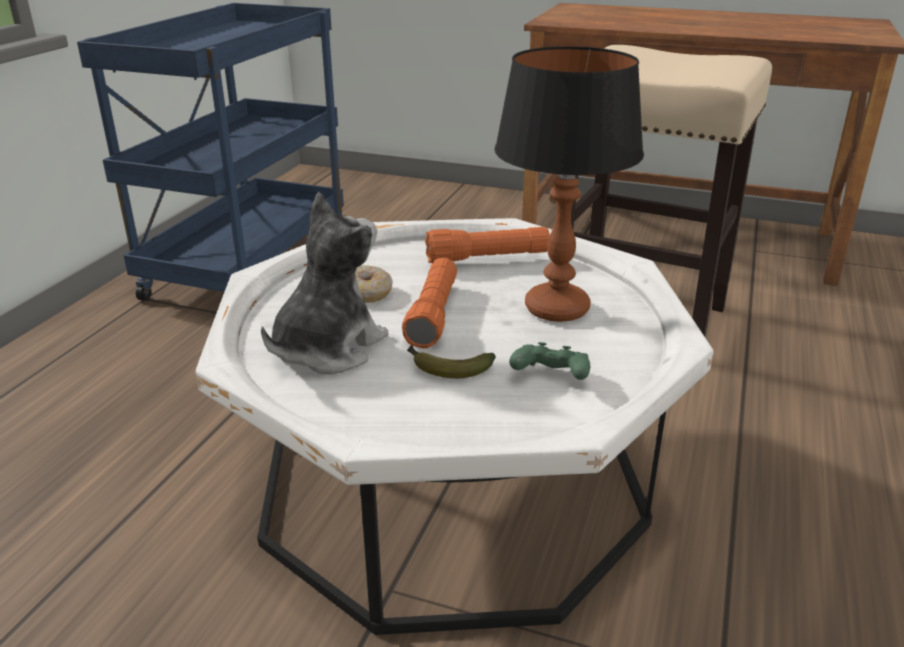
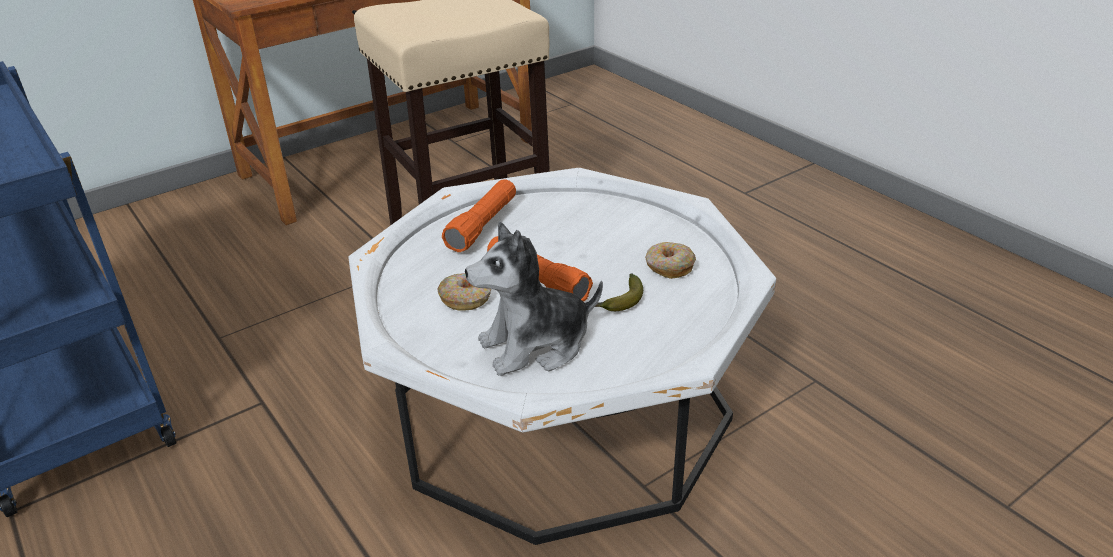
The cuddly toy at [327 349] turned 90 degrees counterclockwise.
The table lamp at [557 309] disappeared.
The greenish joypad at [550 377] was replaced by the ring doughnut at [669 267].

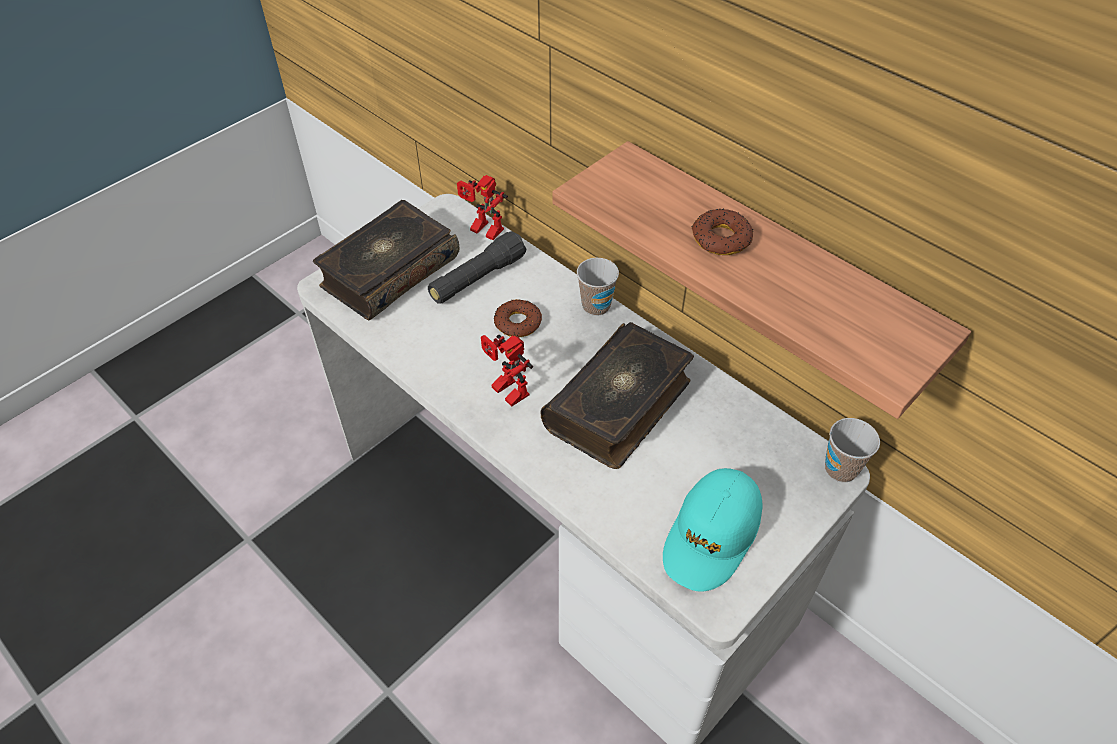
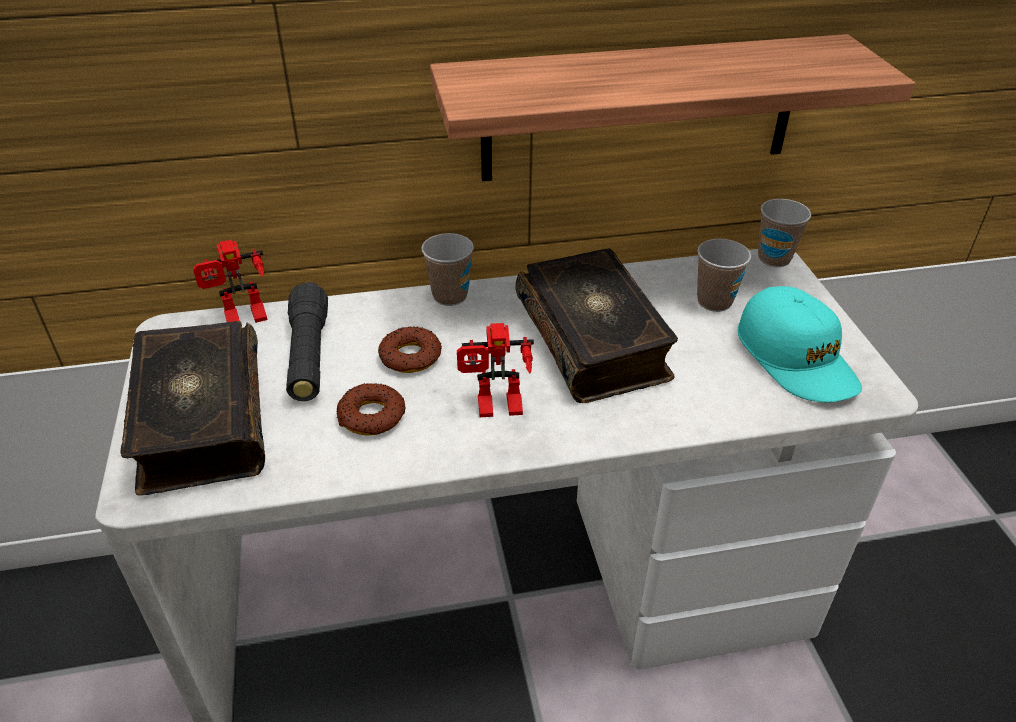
The ring doughnut moved from [720 239] to [371 416].
The drinking cup at [714 301] appeared.

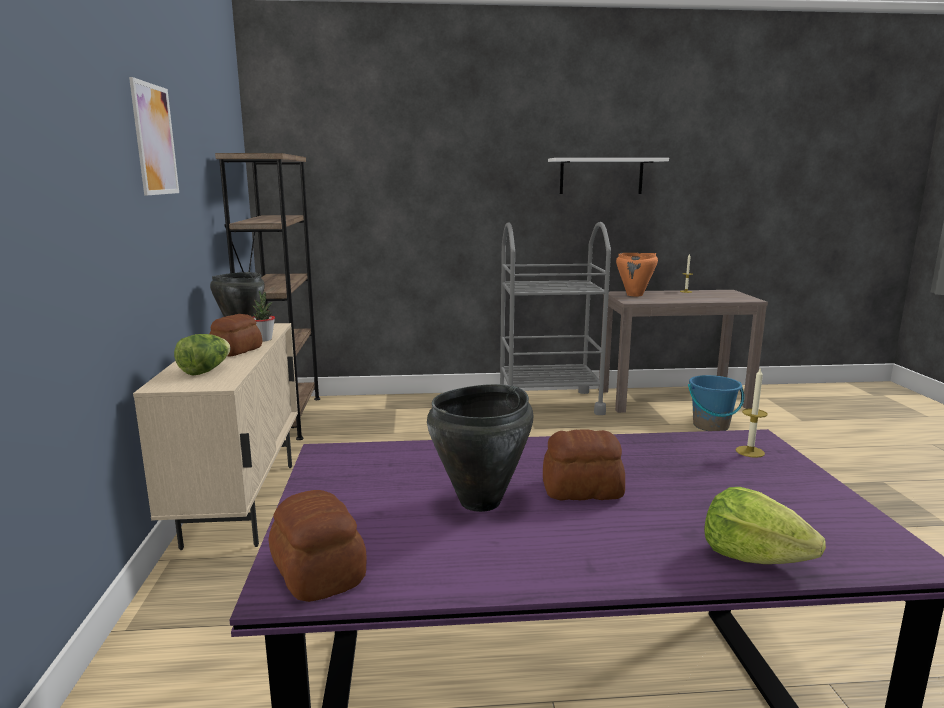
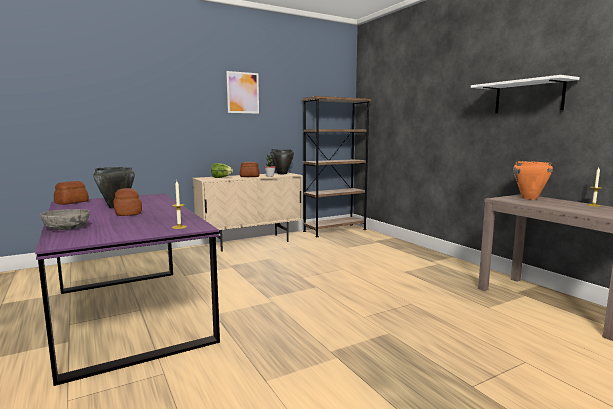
The greyish trolley at [548 403] disappeared.
The bluish water bucket at [711 426] disappeared.
The lettuce head at [752 557] was replaced by the greyish serving bowl at [67 228].

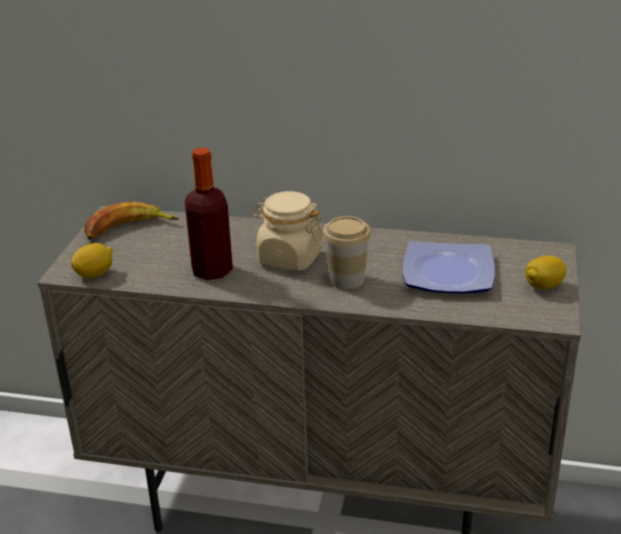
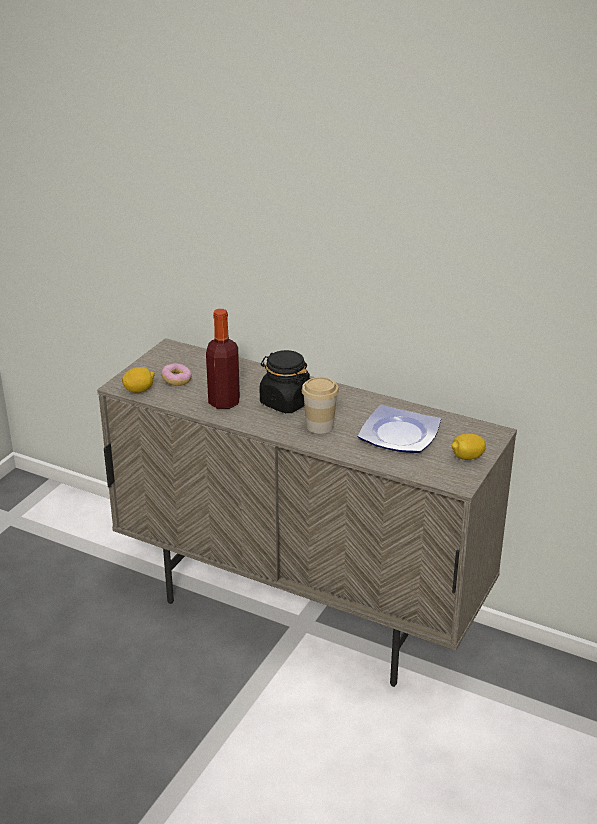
The whole banana at [128 229] disappeared.
The beige storage jar at [289 258] became the blackish storage jar at [285 402].
The ring doughnut at [177 380] appeared.

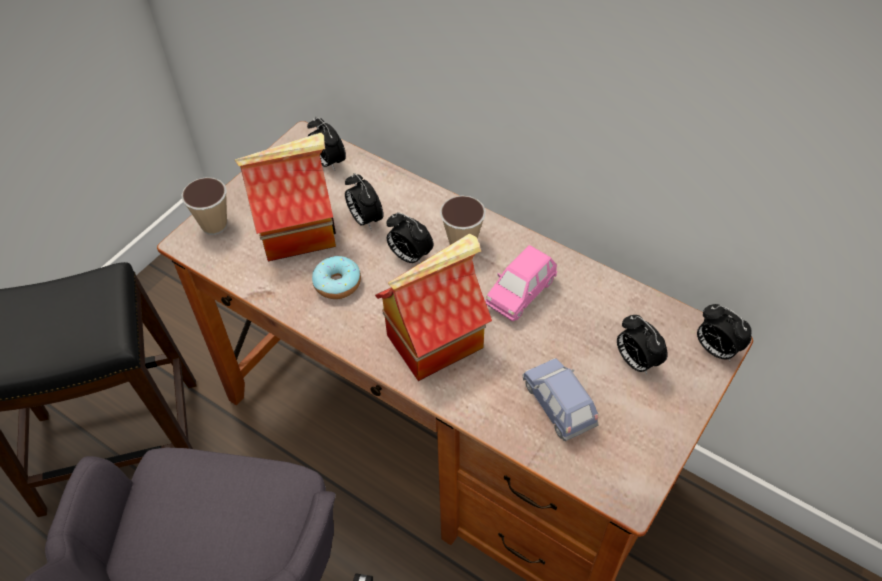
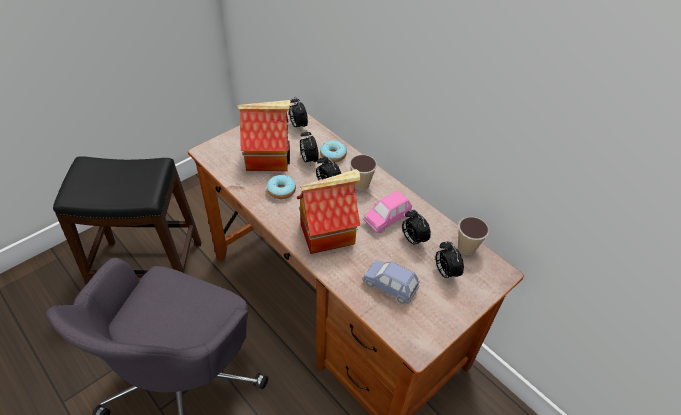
The drinking cup moved from [214 225] to [466 248].
The bluish toy car at [558 405] turned 45 degrees counterclockwise.
The table clock moved from [715 349] to [413 239].
The ring doughnut at [333 155] appeared.

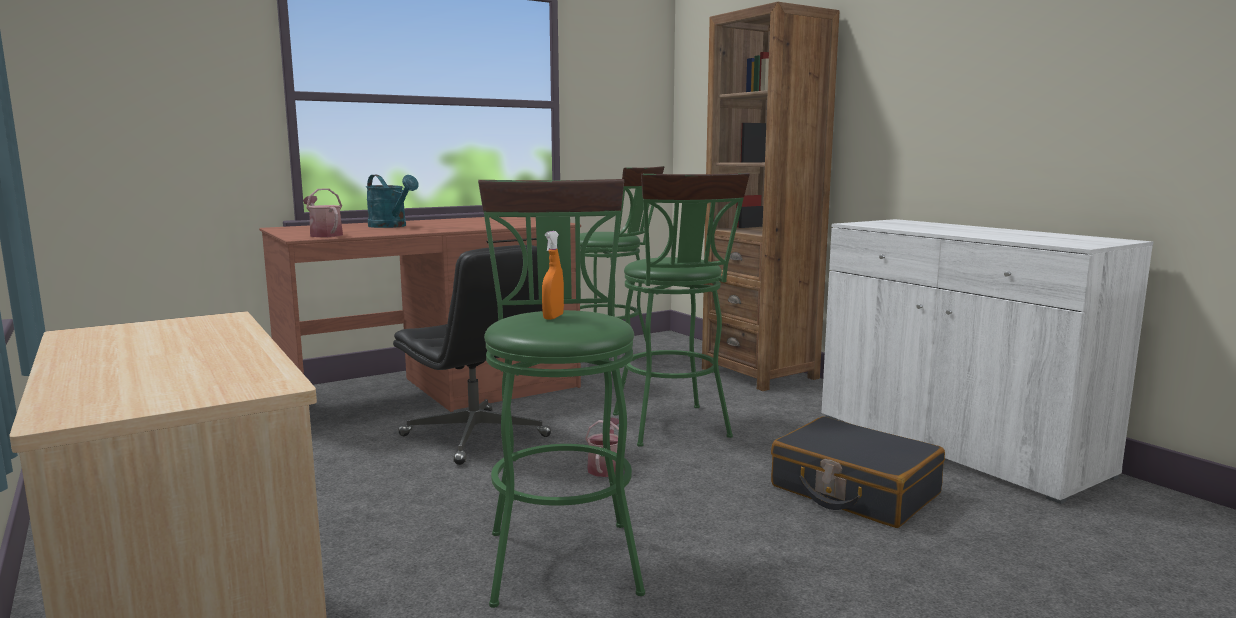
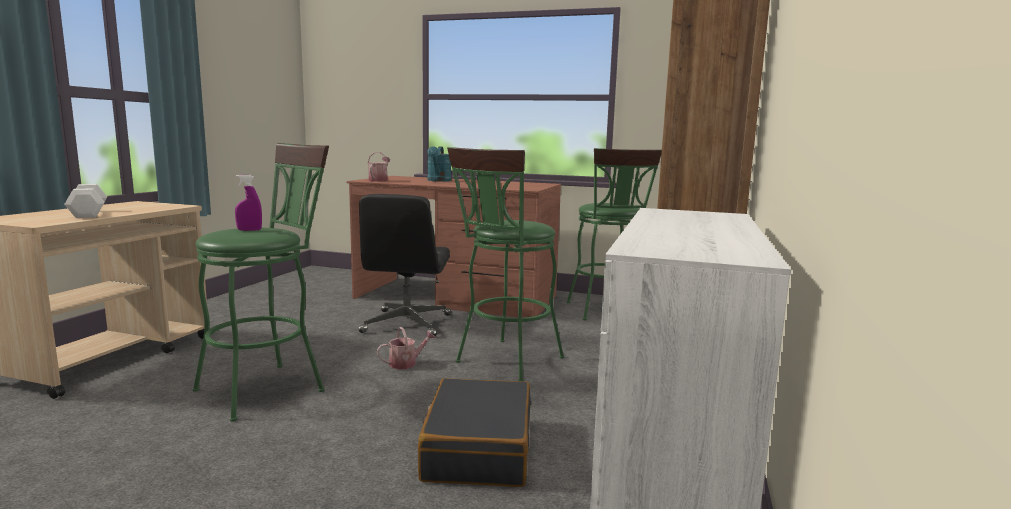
The orangey sprayer at [553 317] became the purple-coloured sprayer at [249 230].
The white free weight at [88 213] appeared.

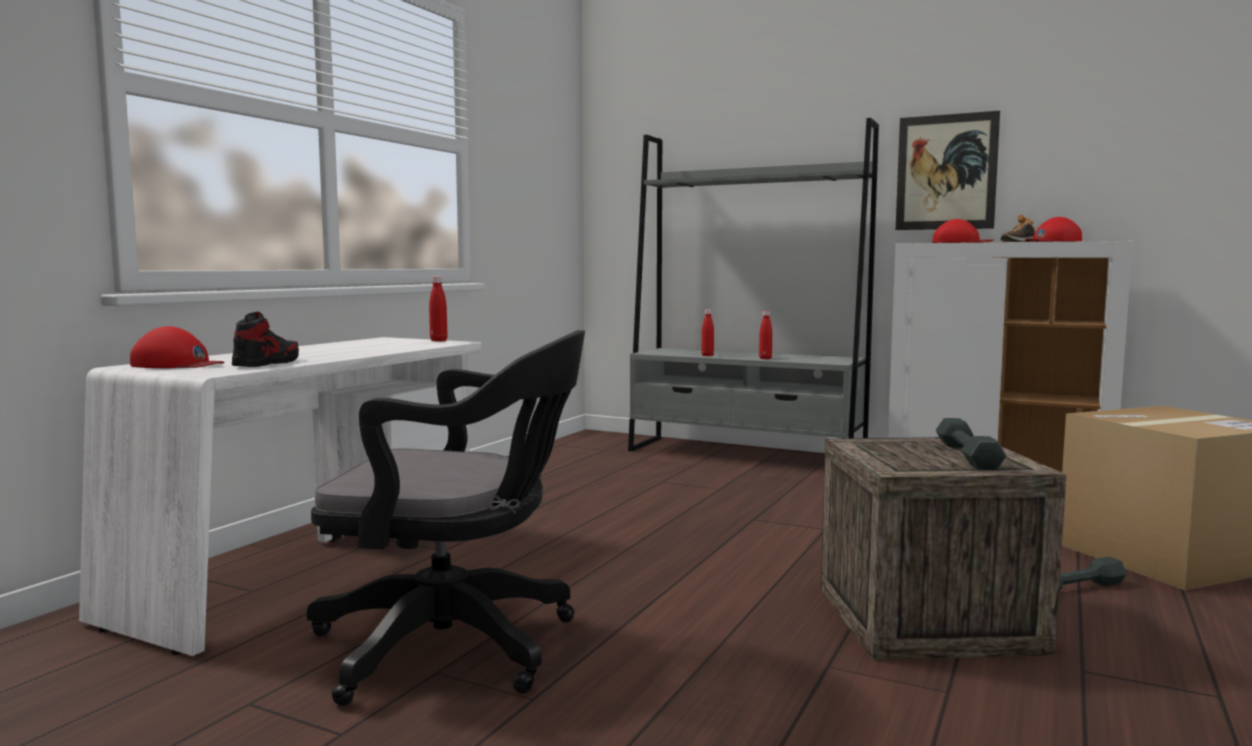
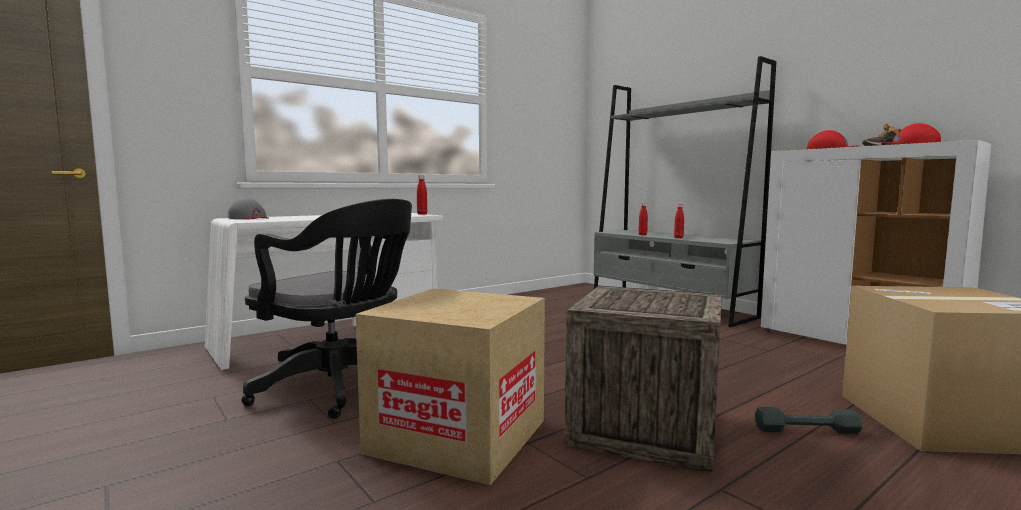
The red-coloured peaked cap at [177 365] became the greyish peaked cap at [249 218].
The shoe at [267 363] disappeared.
The picture at [946 172] disappeared.
The greyish free weight at [967 455] disappeared.
The packing box at [458 436] appeared.

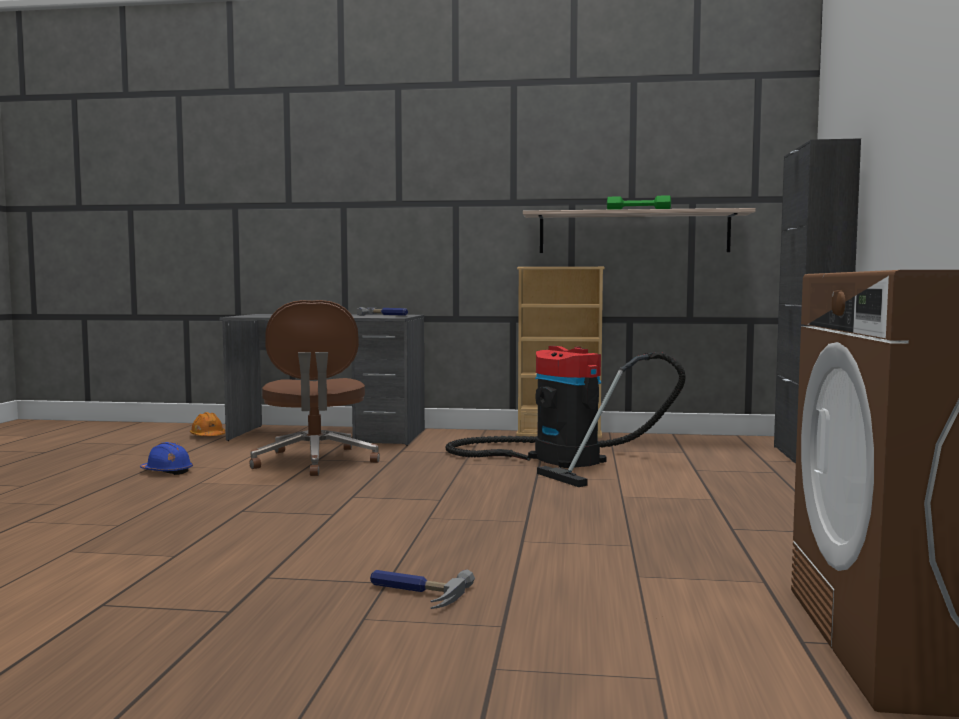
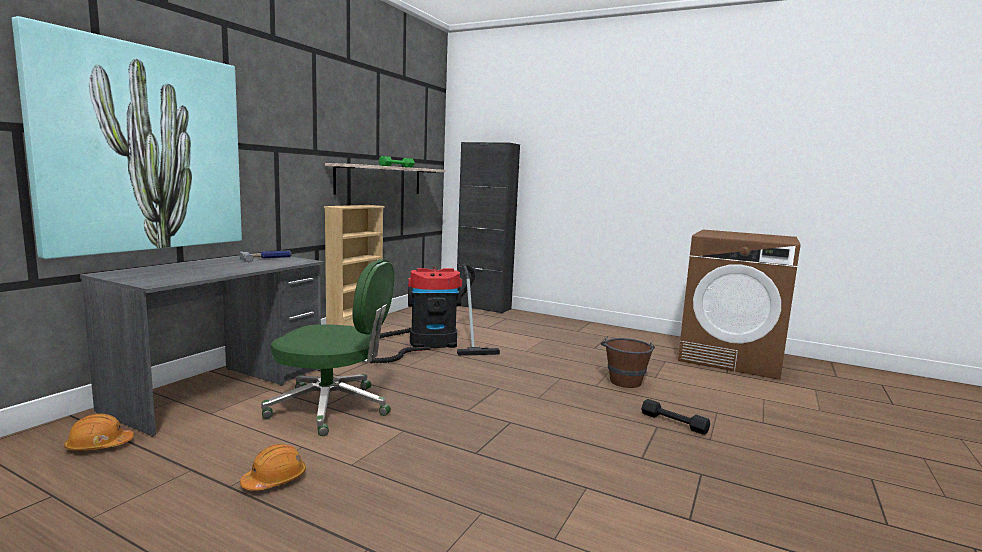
The bluish work helmet at [167 472] became the orangey work helmet at [275 480].
The brownish office chair at [315 462] became the greenish office chair at [332 408].
The hammer at [414 593] was replaced by the blackish free weight at [674 422].
The picture at [144 150] appeared.
The brownish water bucket at [624 379] appeared.

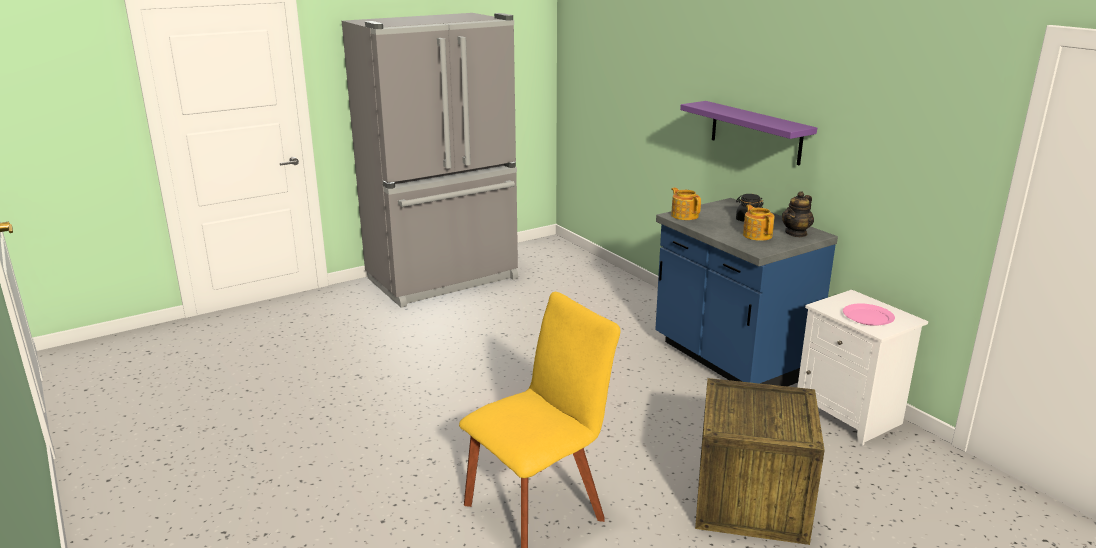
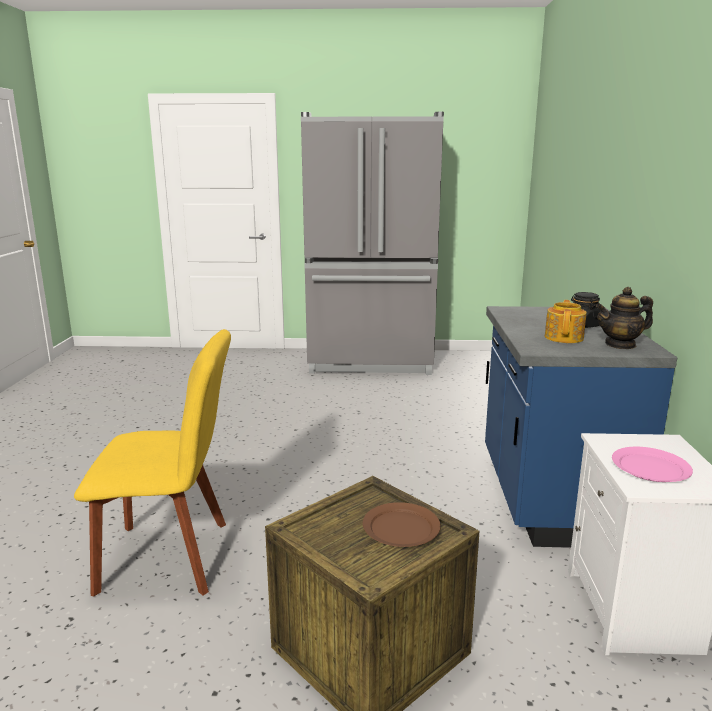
The tea pot at [684 215] disappeared.
The purple-coloured wall shelf at [755 132] disappeared.
The brownish flat dish at [400 528] appeared.

